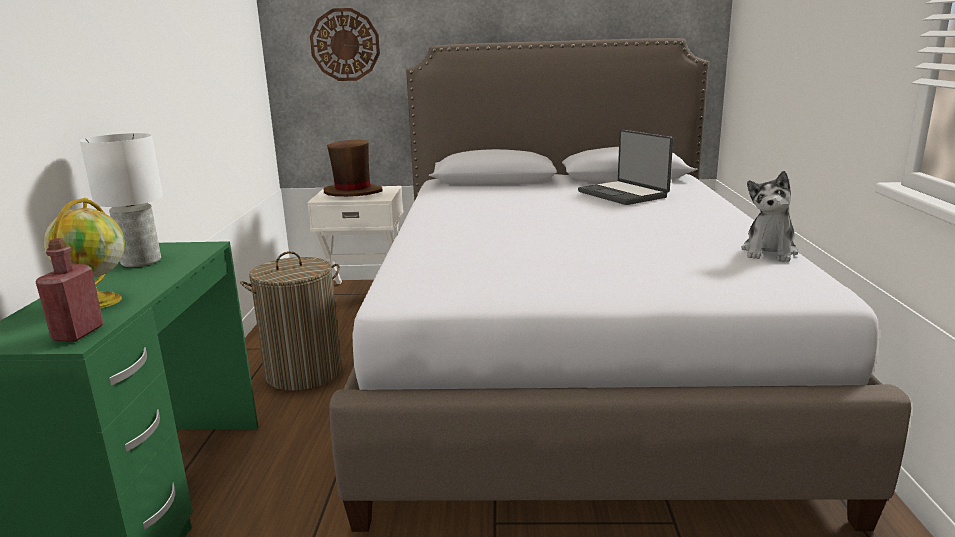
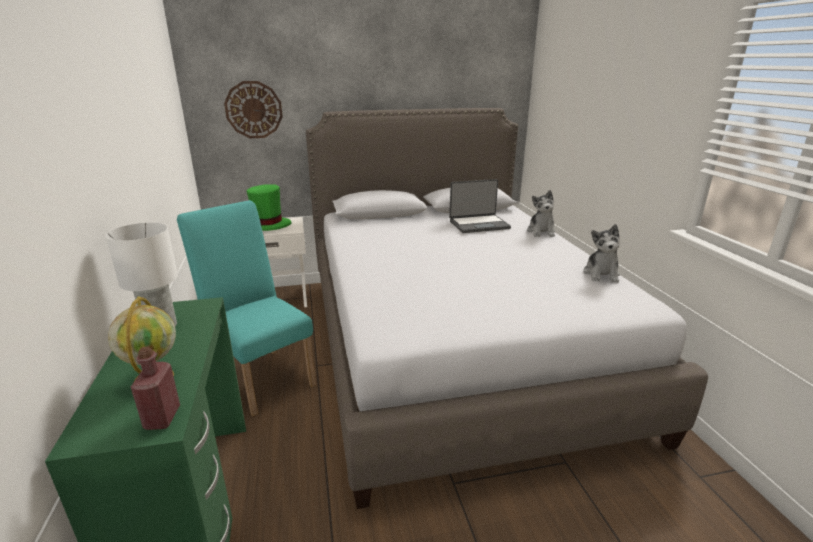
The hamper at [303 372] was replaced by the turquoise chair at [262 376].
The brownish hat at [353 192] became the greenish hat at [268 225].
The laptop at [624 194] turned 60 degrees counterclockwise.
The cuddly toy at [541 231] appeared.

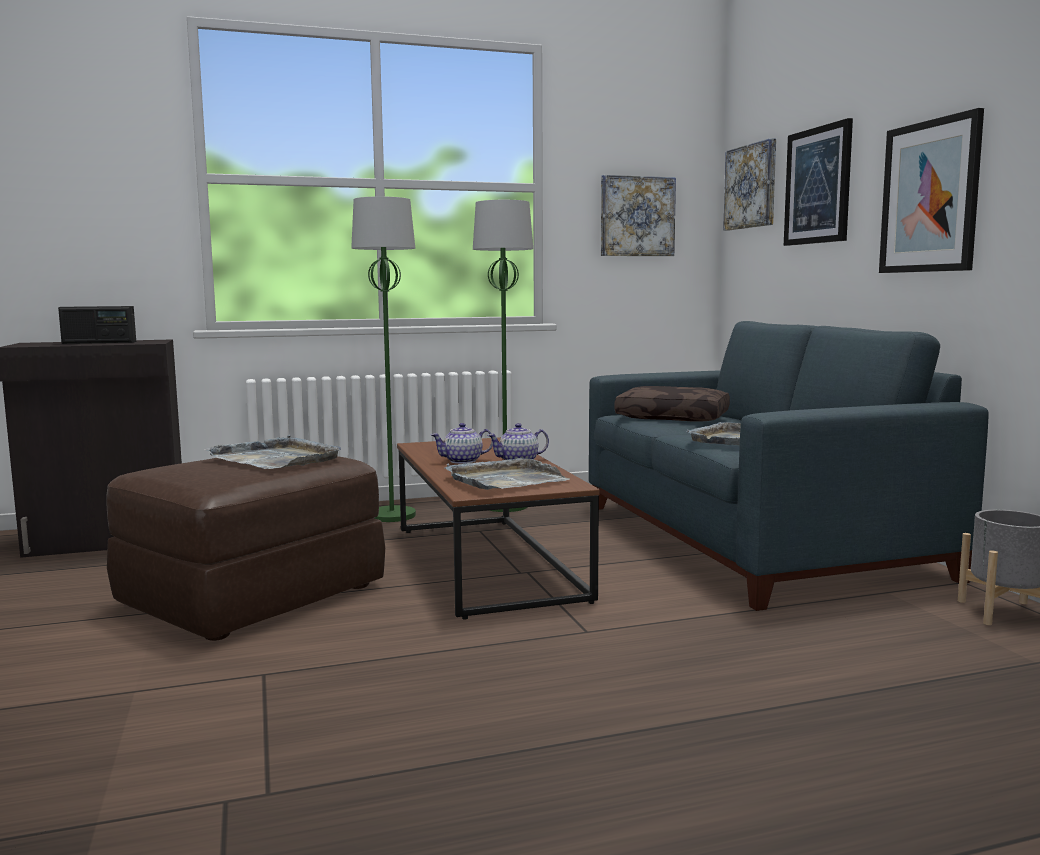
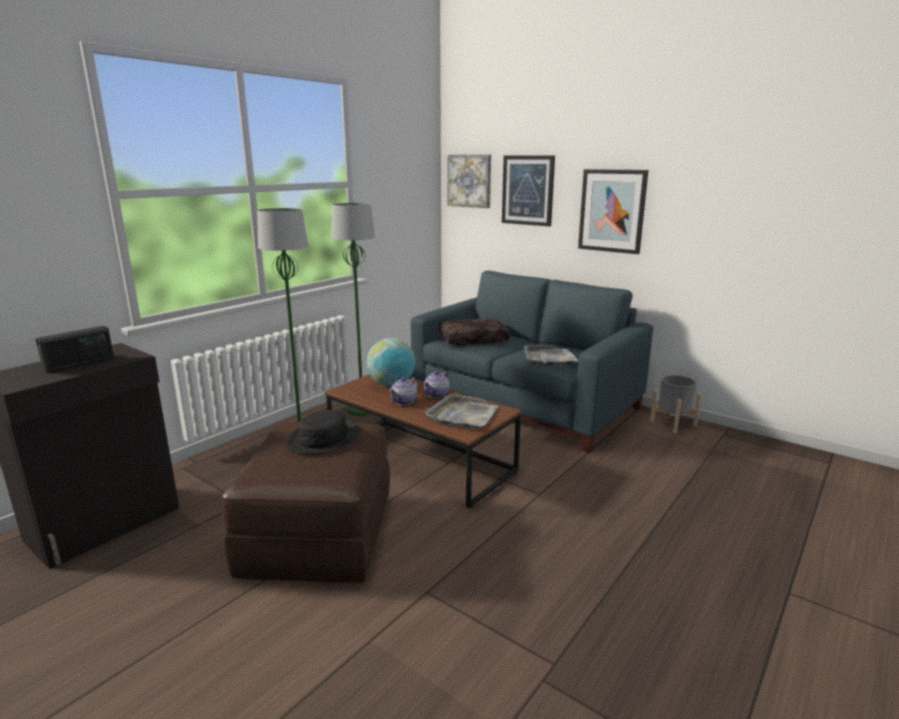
The greyish serving tray at [276 458] was replaced by the blackish hat at [324 438].
The picture at [636 216] disappeared.
The globe at [391 384] appeared.

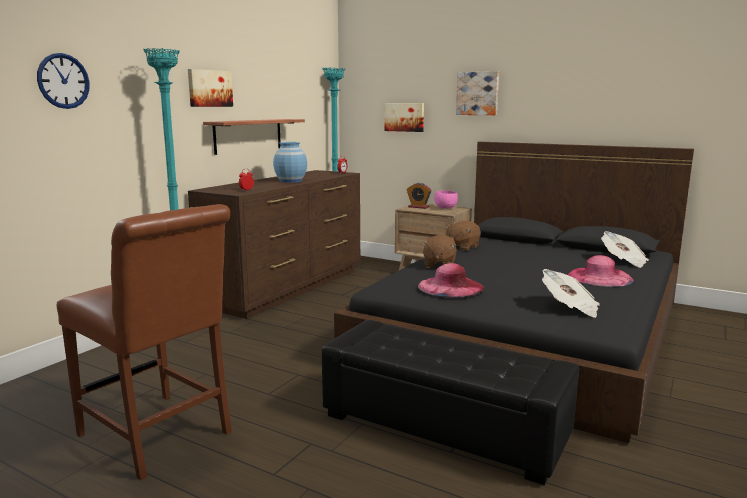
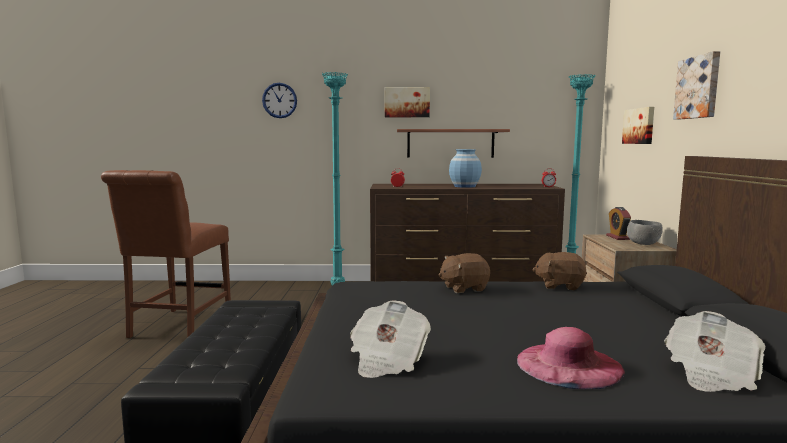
The pink hat at [450 286] disappeared.
The pink serving bowl at [445 208] became the greyish serving bowl at [643 244].

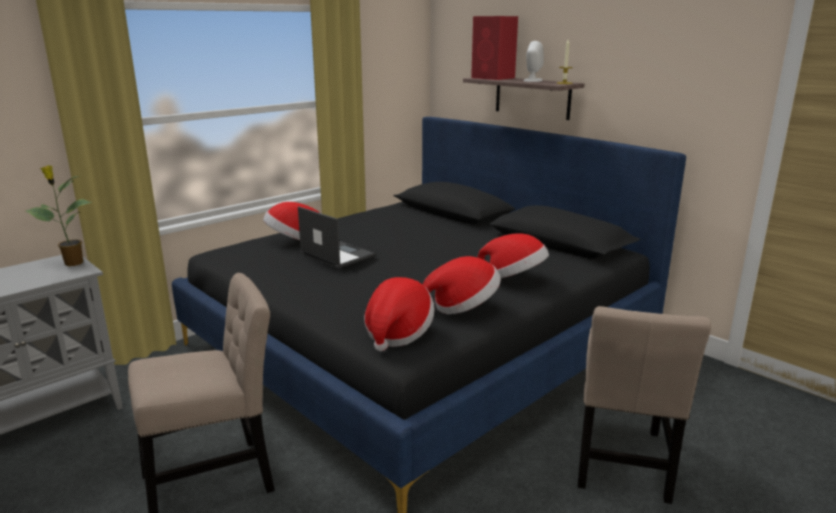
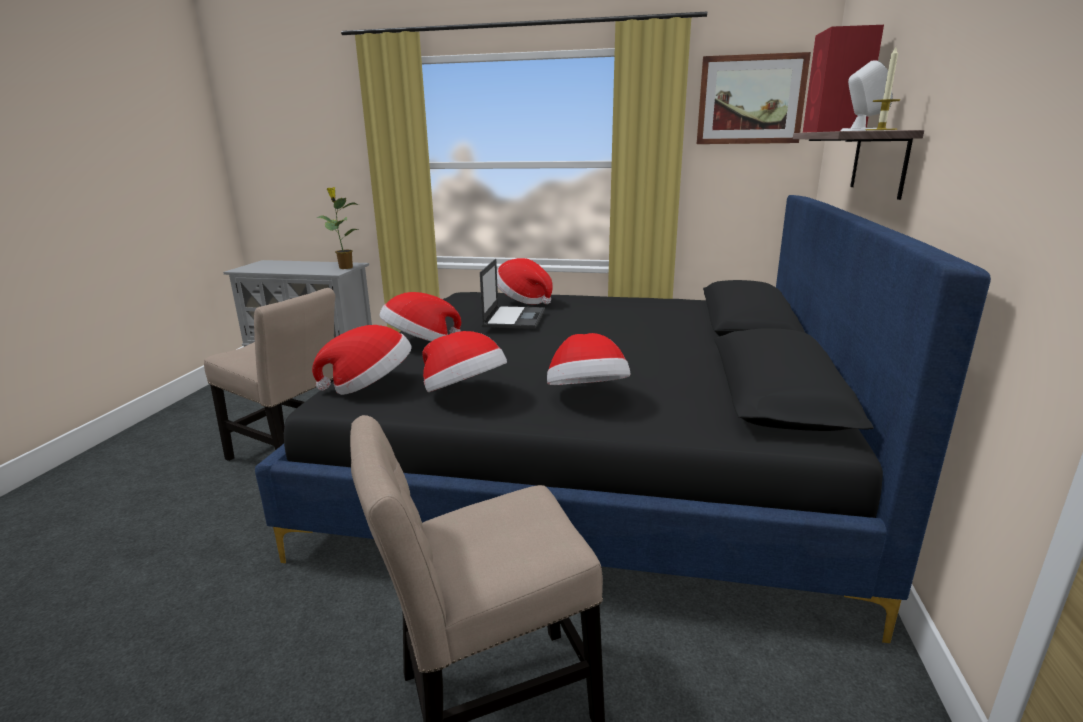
The hat at [420 342] appeared.
The picture at [750 100] appeared.

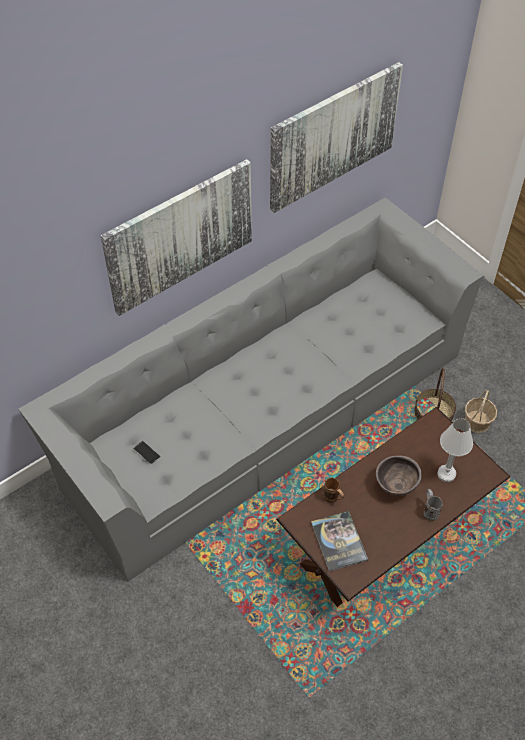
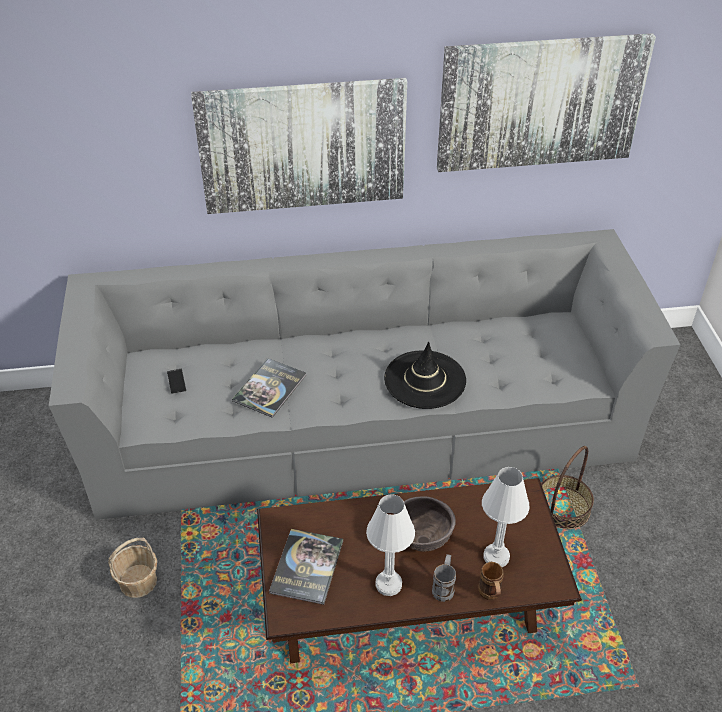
The brownish mug moved from [333 499] to [490 595].
The basket moved from [477 422] to [138 581].
The bound book at [270 388] appeared.
The white table lamp at [388 584] appeared.
The blackish hat at [424 380] appeared.

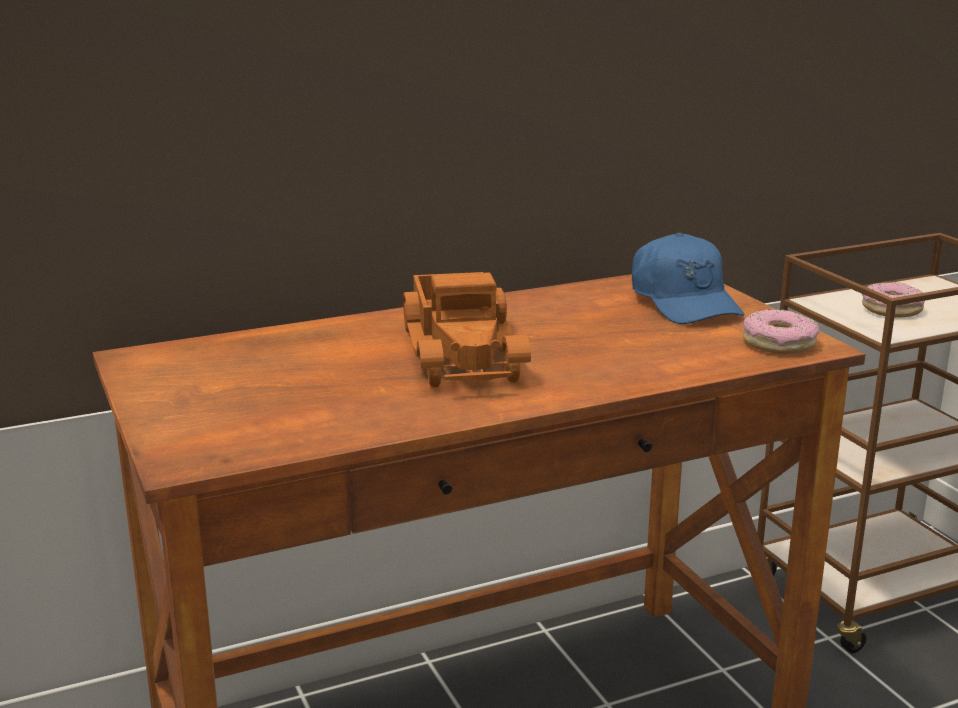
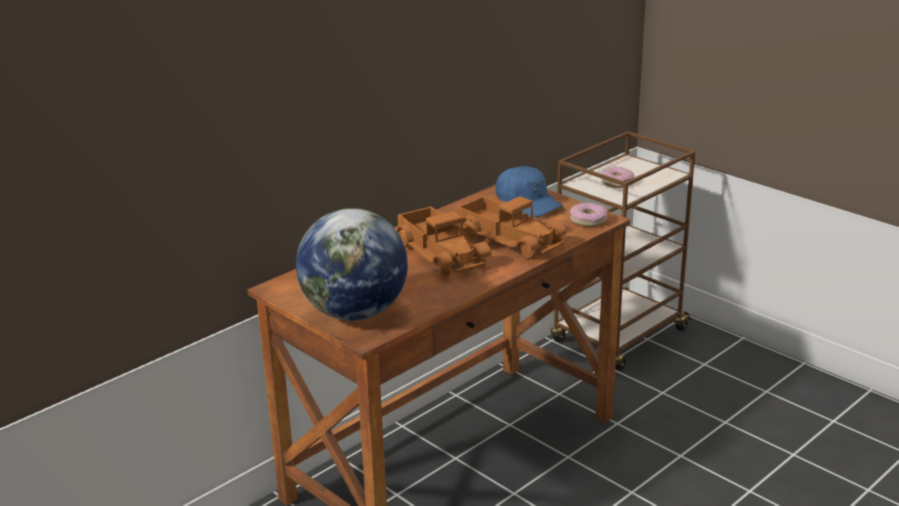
The globe at [354 313] appeared.
The toy truck at [510 238] appeared.

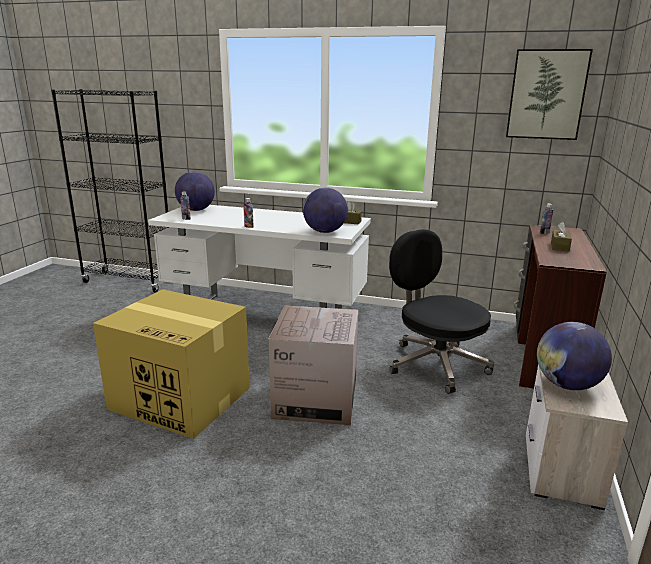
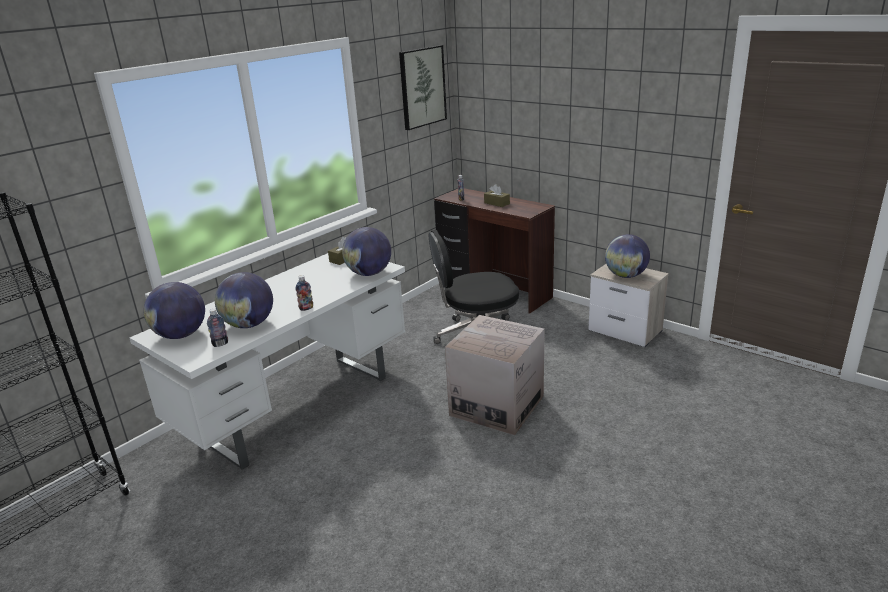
The packing box at [182 398] disappeared.
The globe at [249 324] appeared.

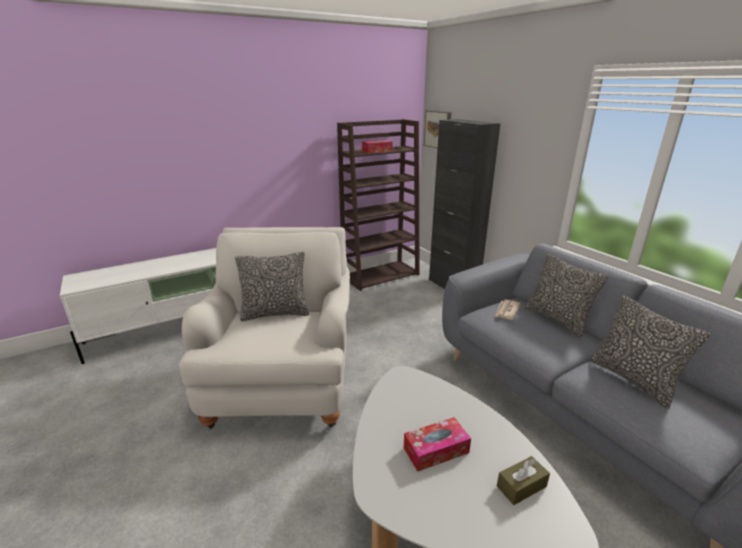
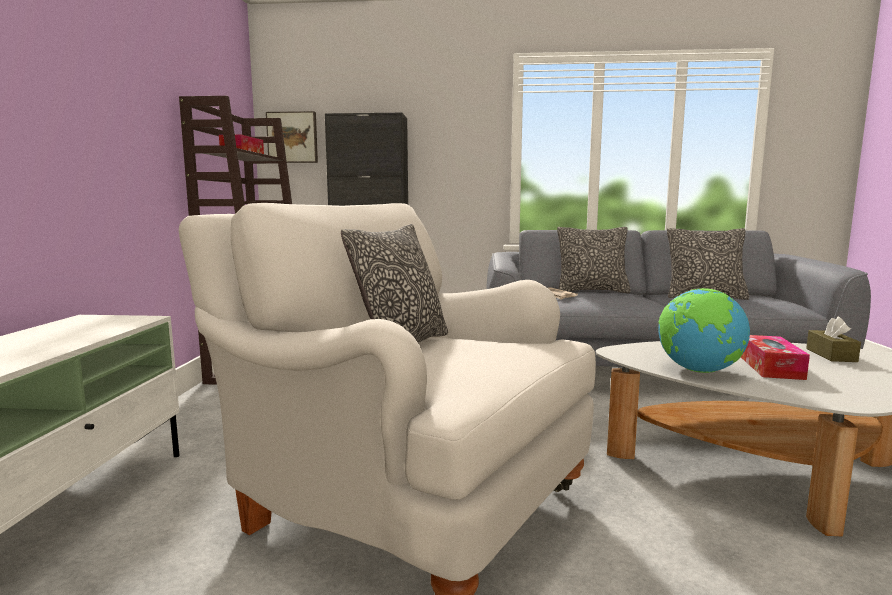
The globe at [698 370] appeared.

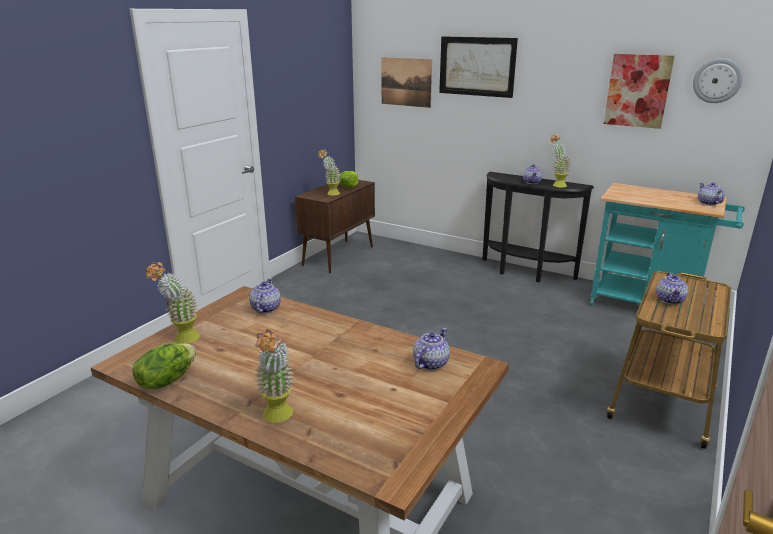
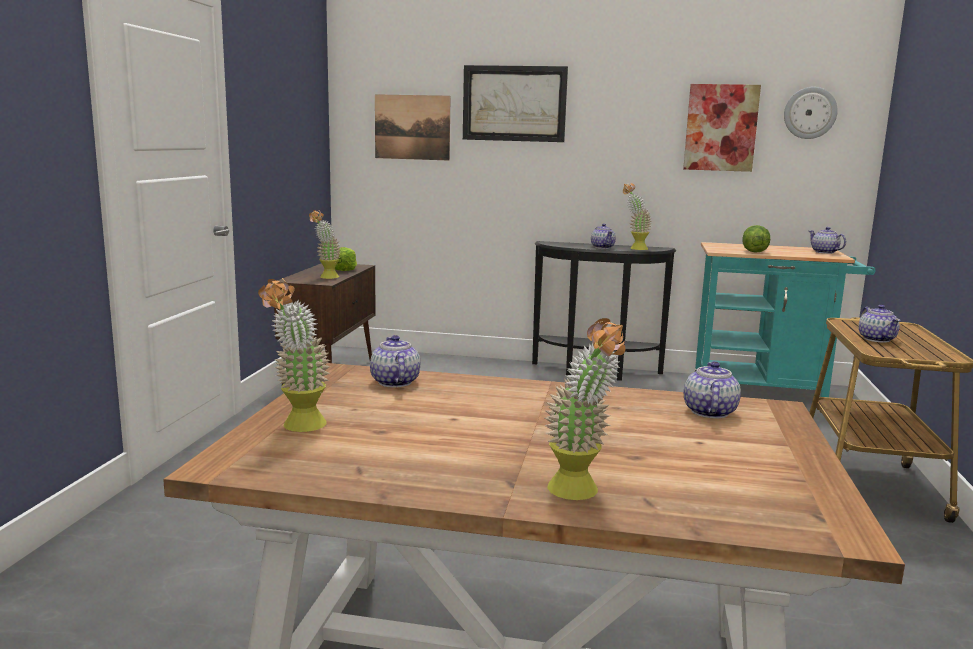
The lettuce head moved from [166 380] to [753 251].

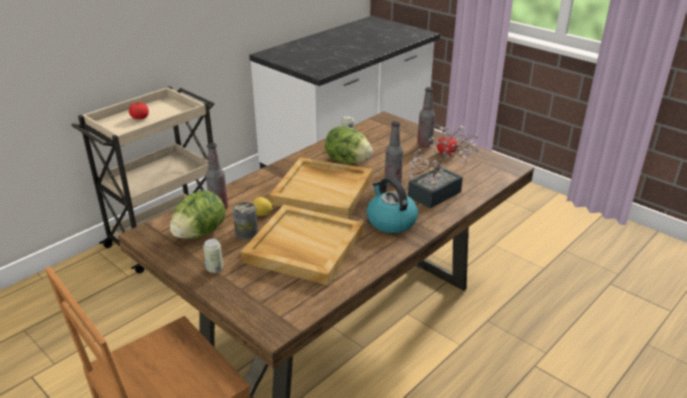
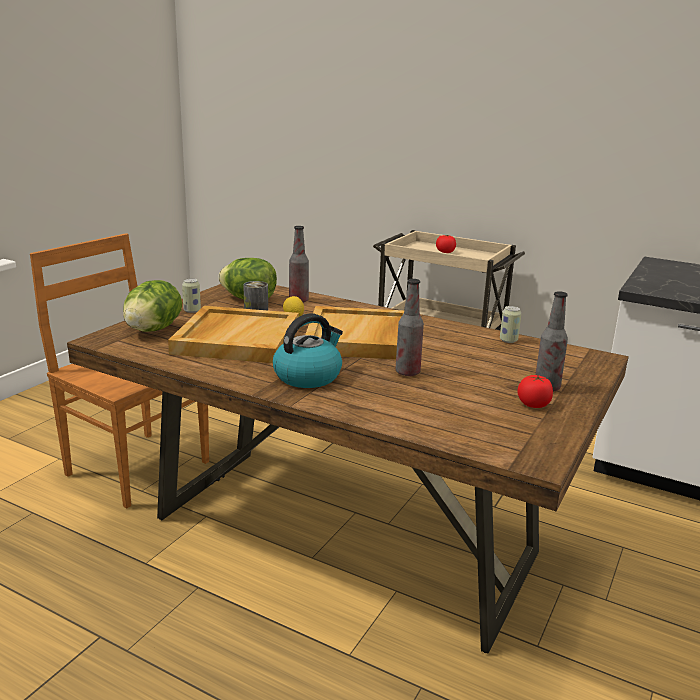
The lettuce head moved from [347 161] to [153 330].
The plant in a pot at [439 192] disappeared.

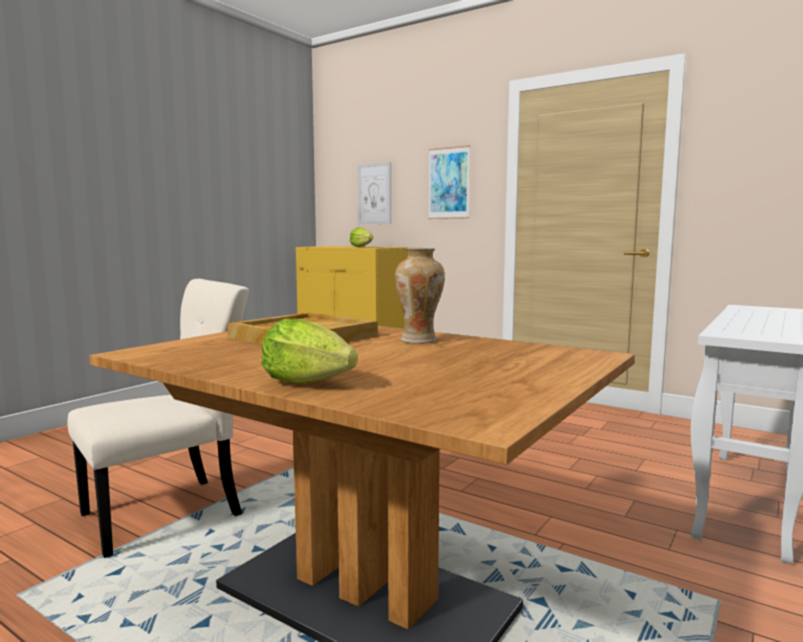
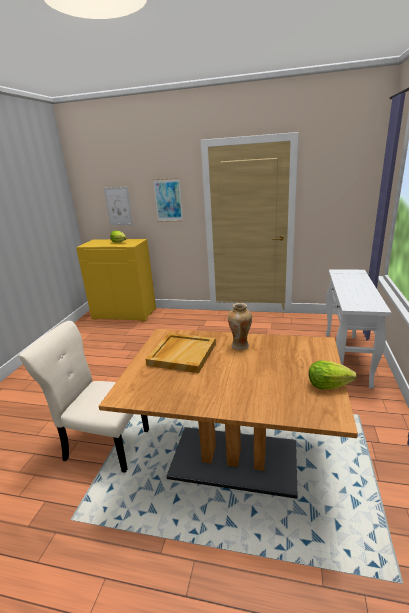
The beige chair at [169 513] turned 105 degrees counterclockwise.
The lettuce head moved from [306 382] to [328 385].

